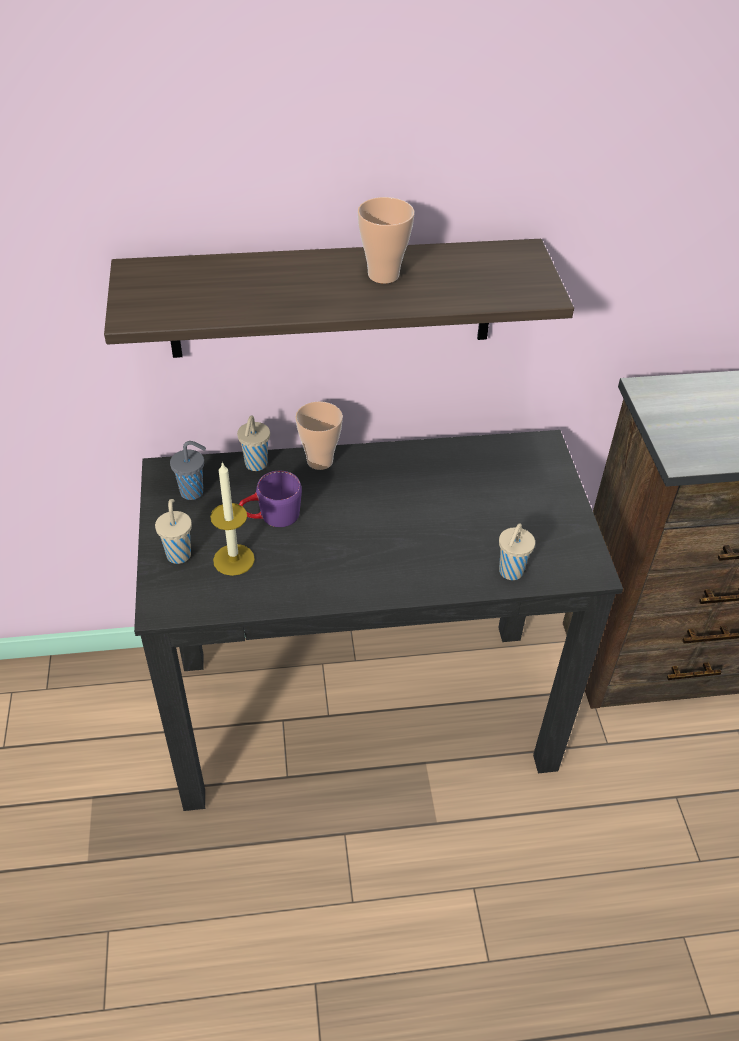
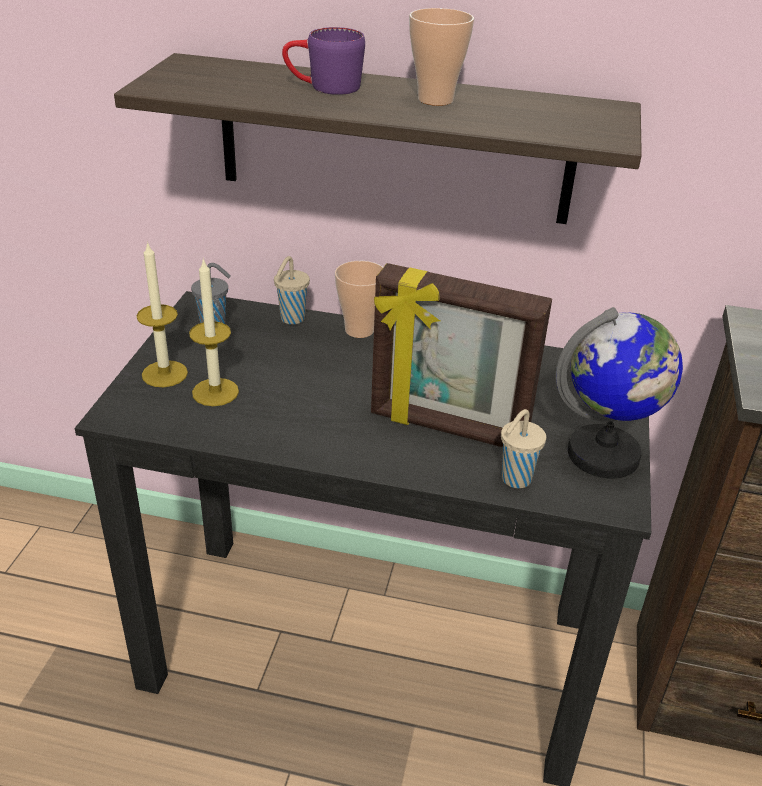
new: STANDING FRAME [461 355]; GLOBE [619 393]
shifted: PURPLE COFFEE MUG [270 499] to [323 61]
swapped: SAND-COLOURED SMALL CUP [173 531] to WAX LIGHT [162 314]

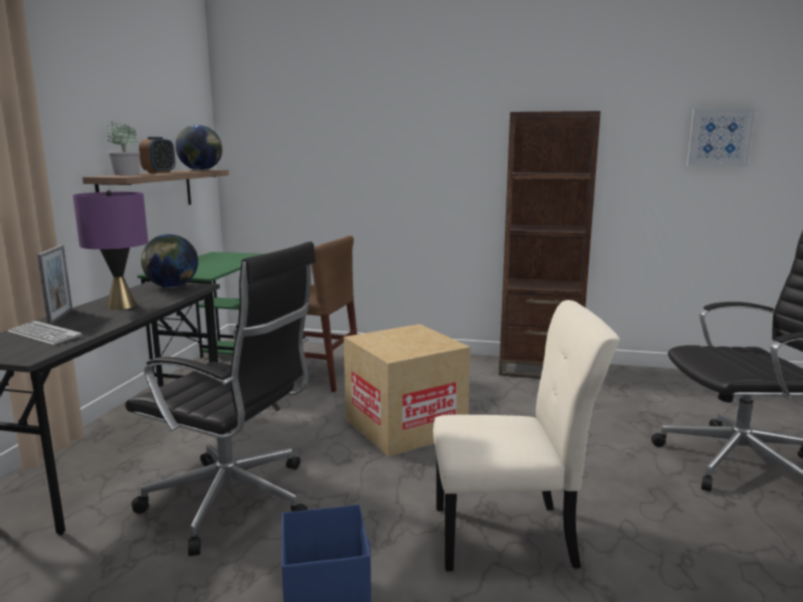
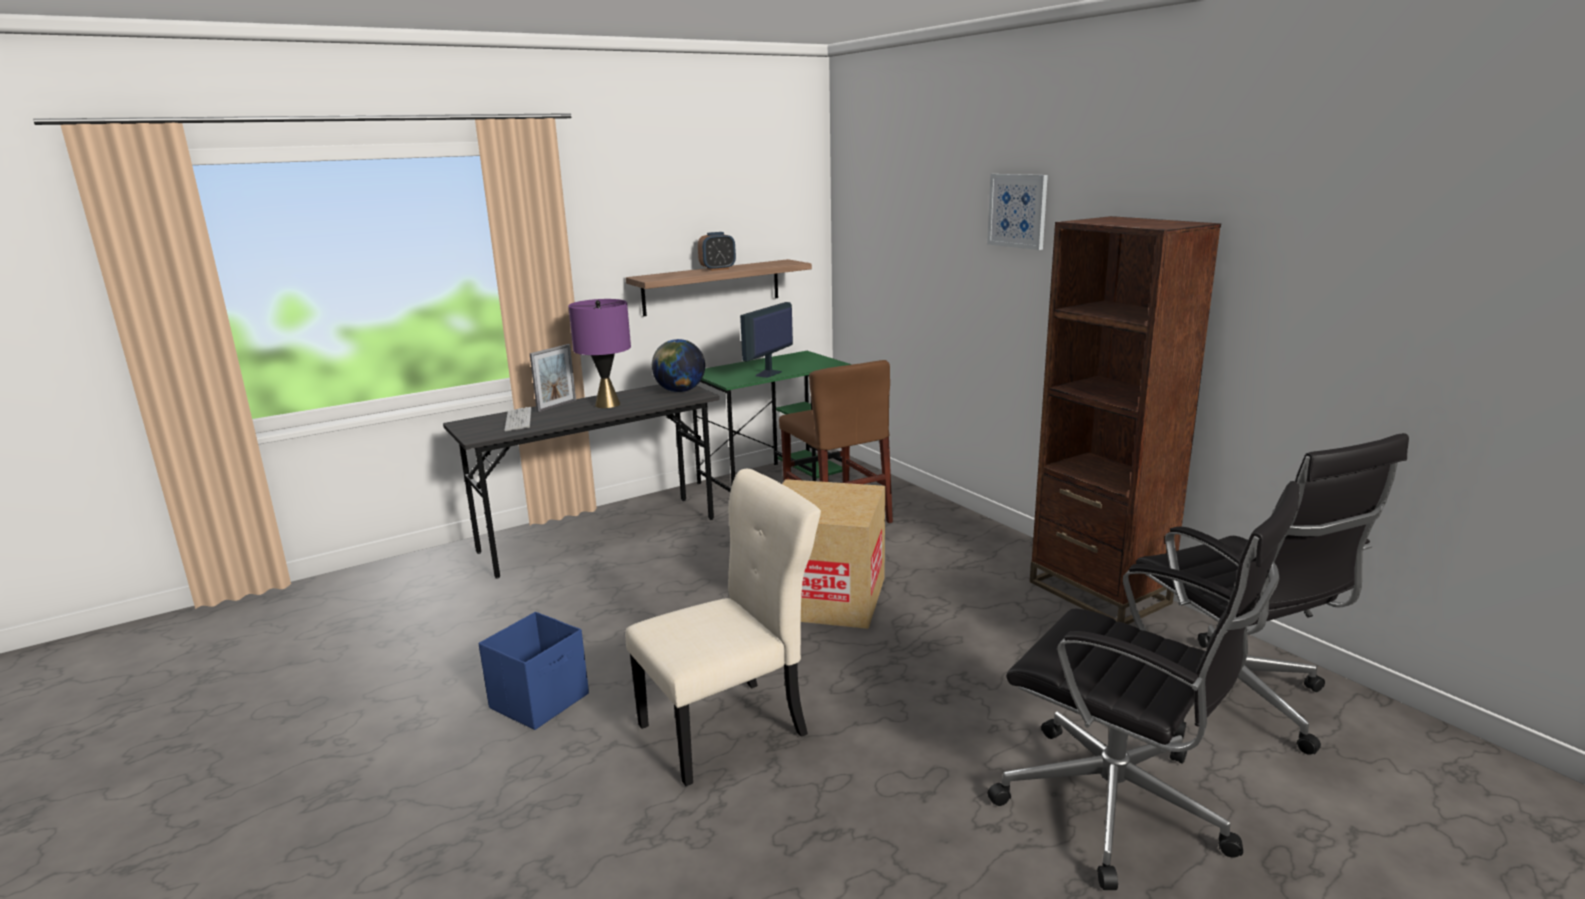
gone: POTTED PLANT [123 148]; GLOBE [198 148]
new: COMPUTER DISPLAY [766 340]
shifted: PICTURE [721 137] to [1017 212]; BLACK DESK CHAIR [220 398] to [1272 594]
rotated: SAND-COLOURED PLAIN CHAIR [526 435] = [723 627] 75 degrees counterclockwise

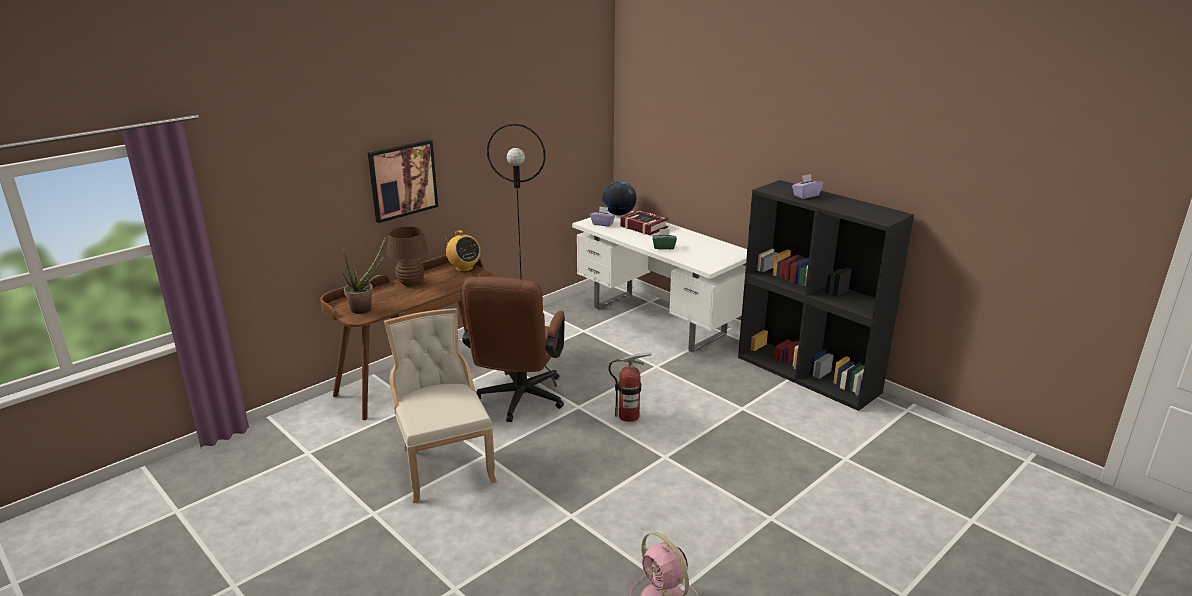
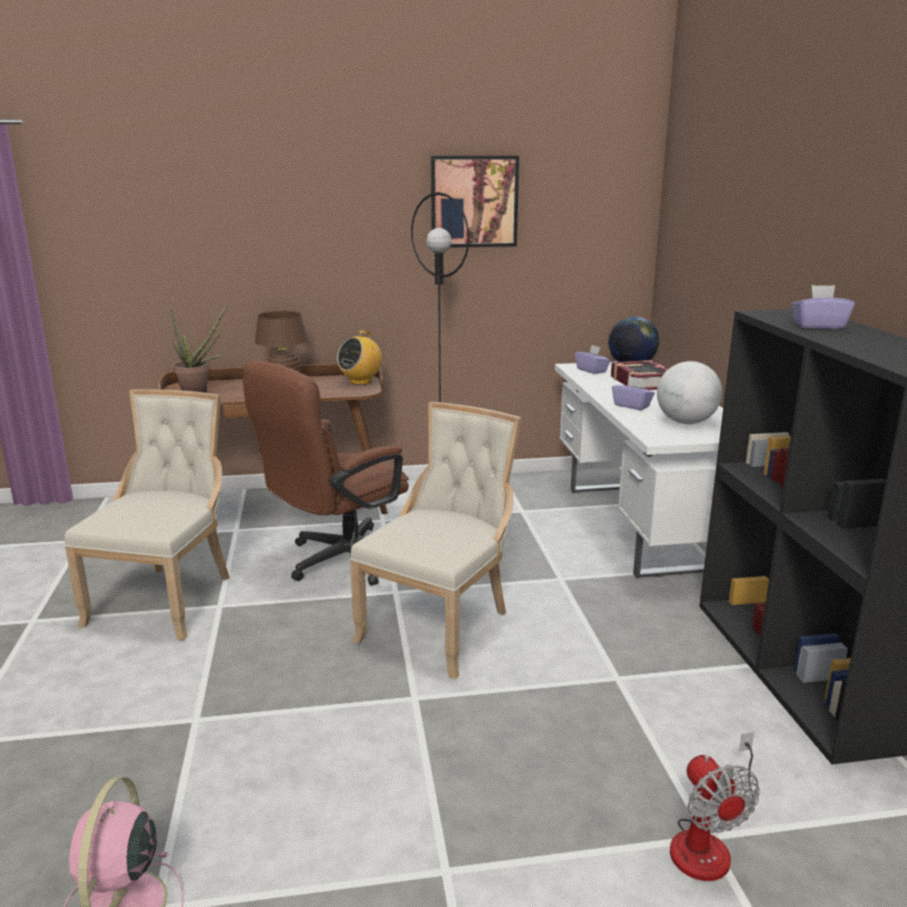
new: GLOBE [689 392]; FAN [715 806]
shifted: PICTURE [403 181] to [475 202]
swapped: EXTINGUISHER [630 387] to SAND-COLOURED PLAIN CHAIR [436 540]
repainted: GREENISH TISSUE HOLDER [664 239] to PURPLE TISSUE HOLDER [633 393]
rotated: RADIO RECEIVER [463 251] = [359 358] 45 degrees clockwise

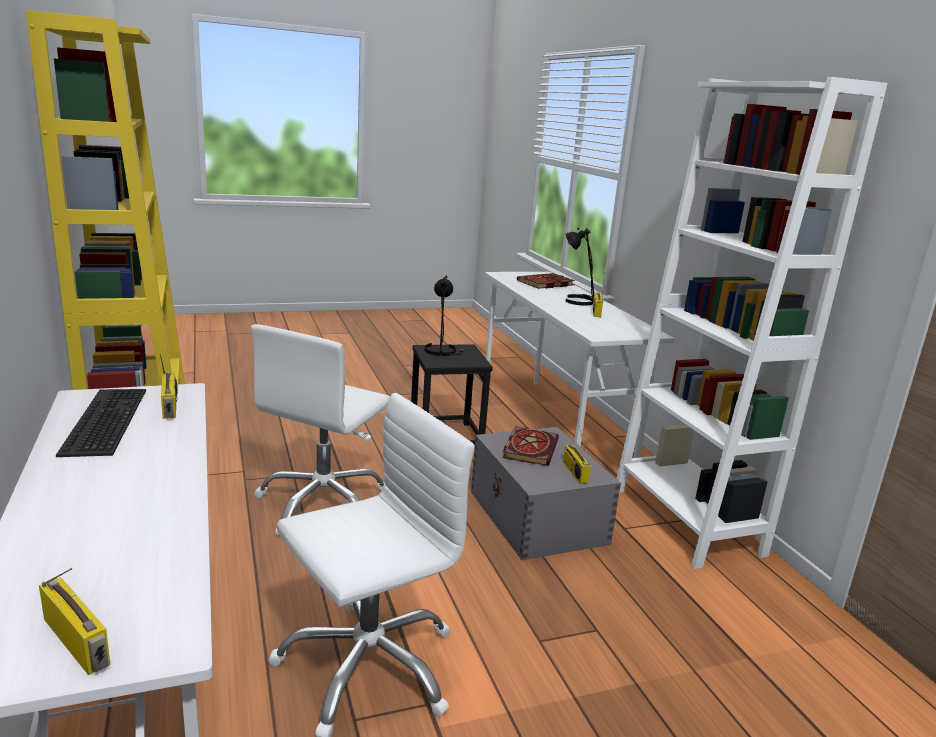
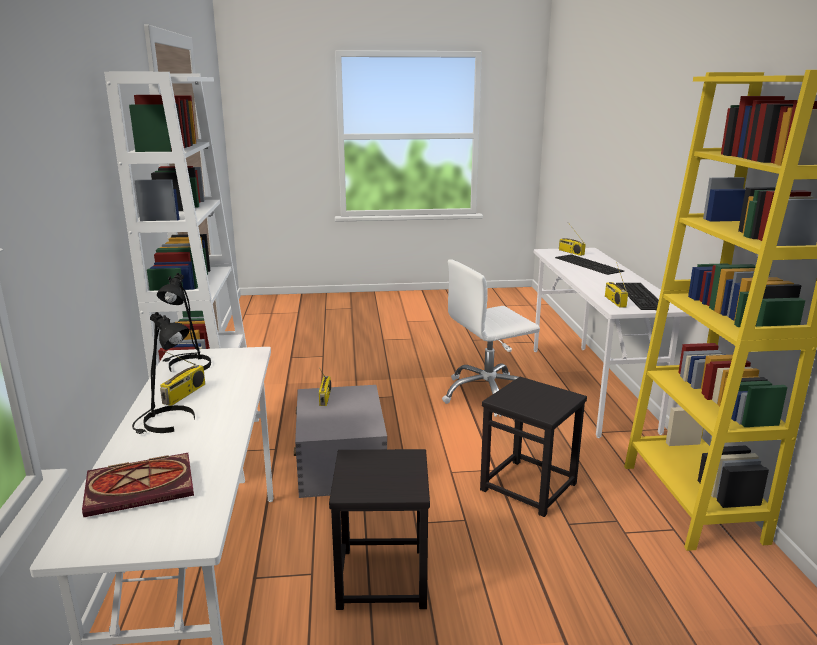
gone: BOOK [531 446]
new: COMPUTER KEYBOARD [589 264]
shifted: BLACK LAMP FOR A TABLE [444 315] to [184 322]
swapped: WHITE-COLOURED DESK CHAIR [320 430] to BLACK STOOL SEAT [533 447]

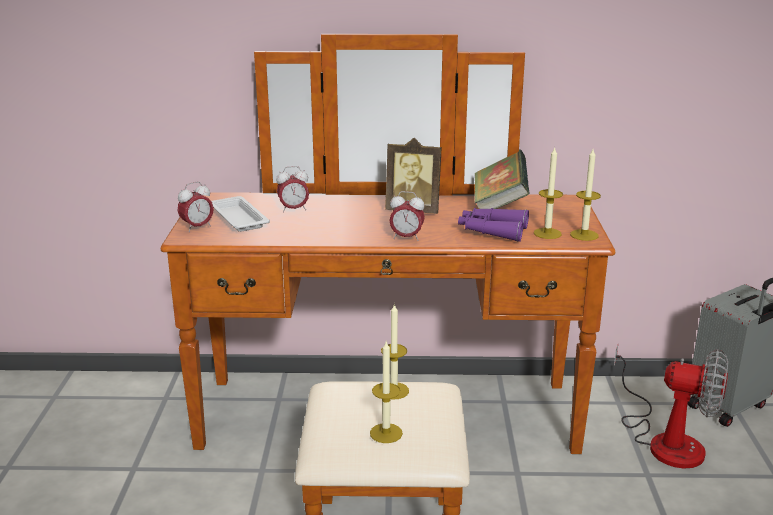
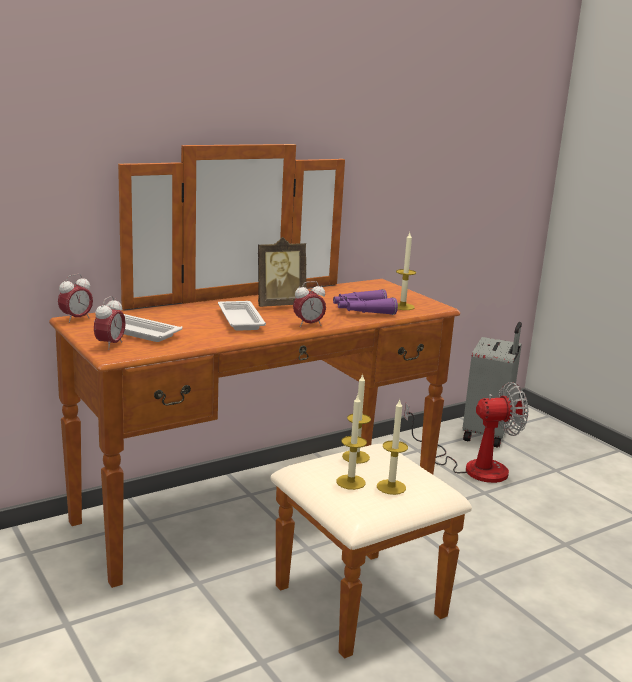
gone: BOOK [502 179]
new: WHITE-COLOURED SERVING TRAY [242 316]
shifted: BEDSIDE CLOCK [292 189] to [75 298]; WAX LIGHT [585 195] to [351 442]

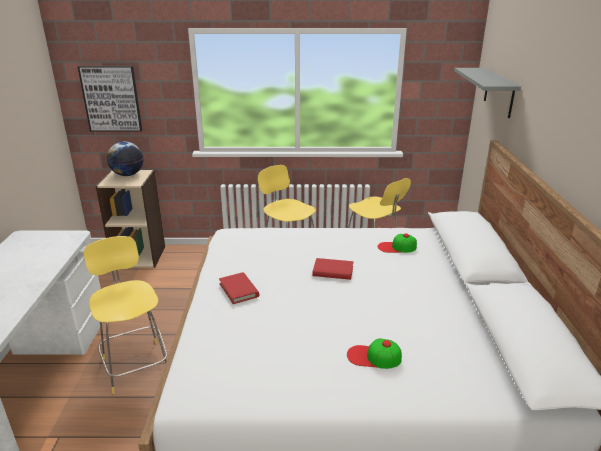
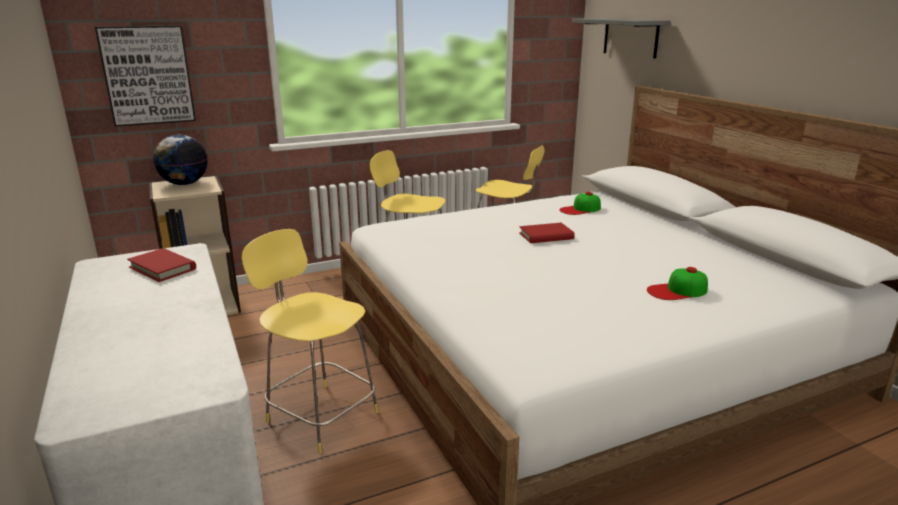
shifted: RED-COLOURED BOOK [239 288] to [161 265]

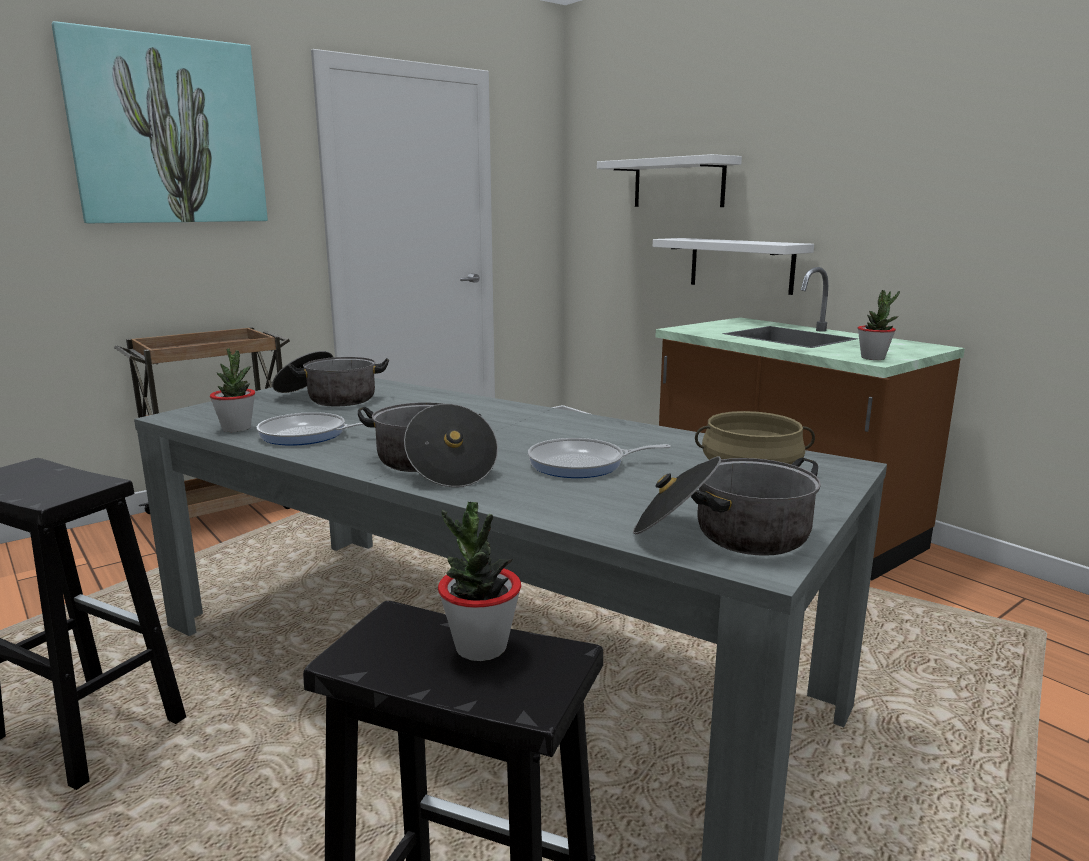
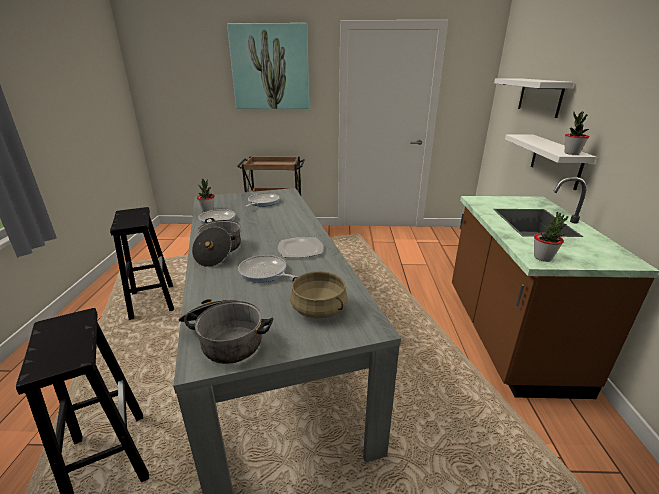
new: PLATE [300 247]
shifted: POTTED PLANT [479 581] to [577 133]
swapped: SAUCEPOT [330 378] to PAN [262 200]

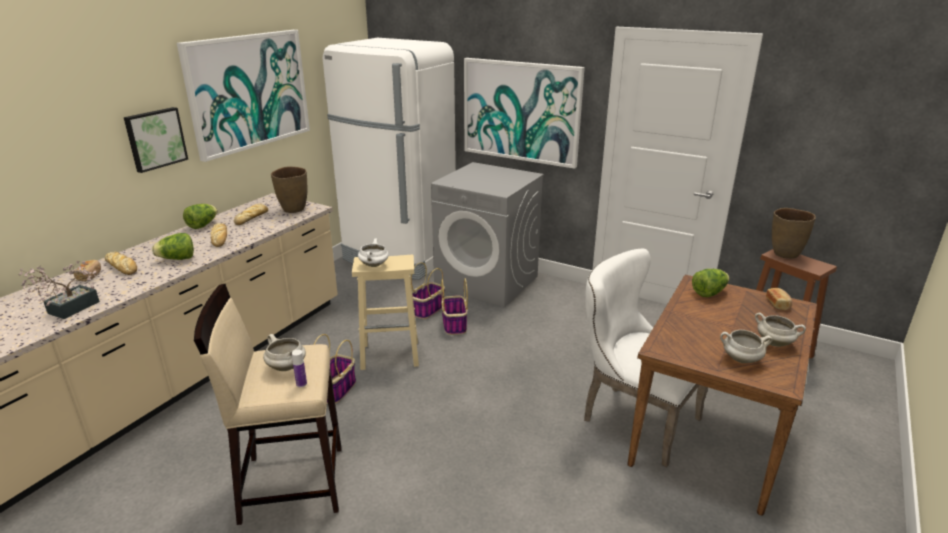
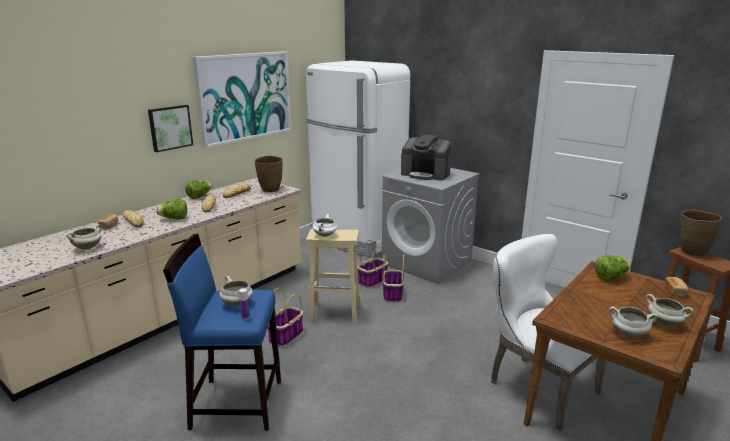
gone: PICTURE [524 113]
new: COFFEE BREWER [426 157]
swapped: POTTED PLANT [59 290] to WHITE-COLOURED SAUCEPOT [84 237]
repainted: SAND-COLOURED STOOL SEAT [268 404] to BLUE STOOL SEAT [222 332]

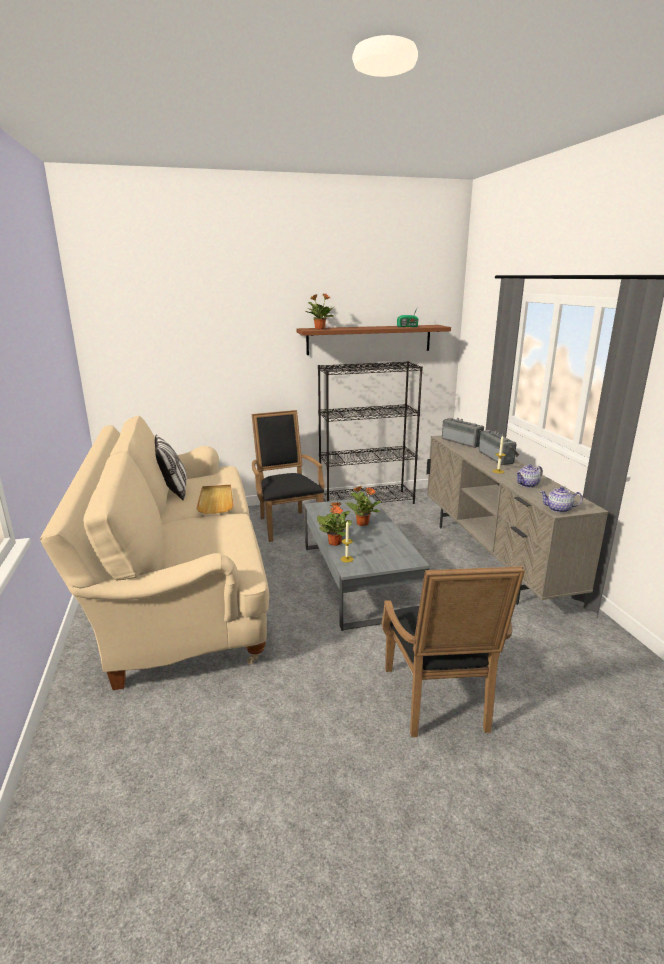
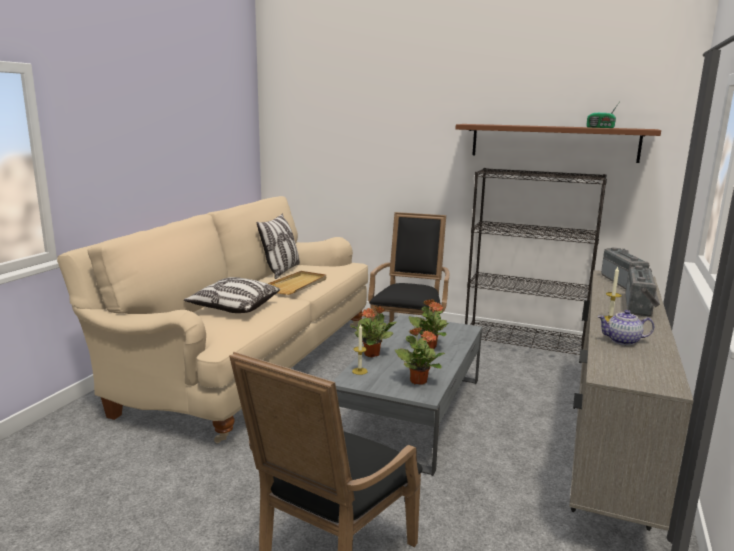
gone: TEAPOT [561 500]
new: PILLOW [232 295]
shifted: POTTED PLANT [319 311] to [420 355]

